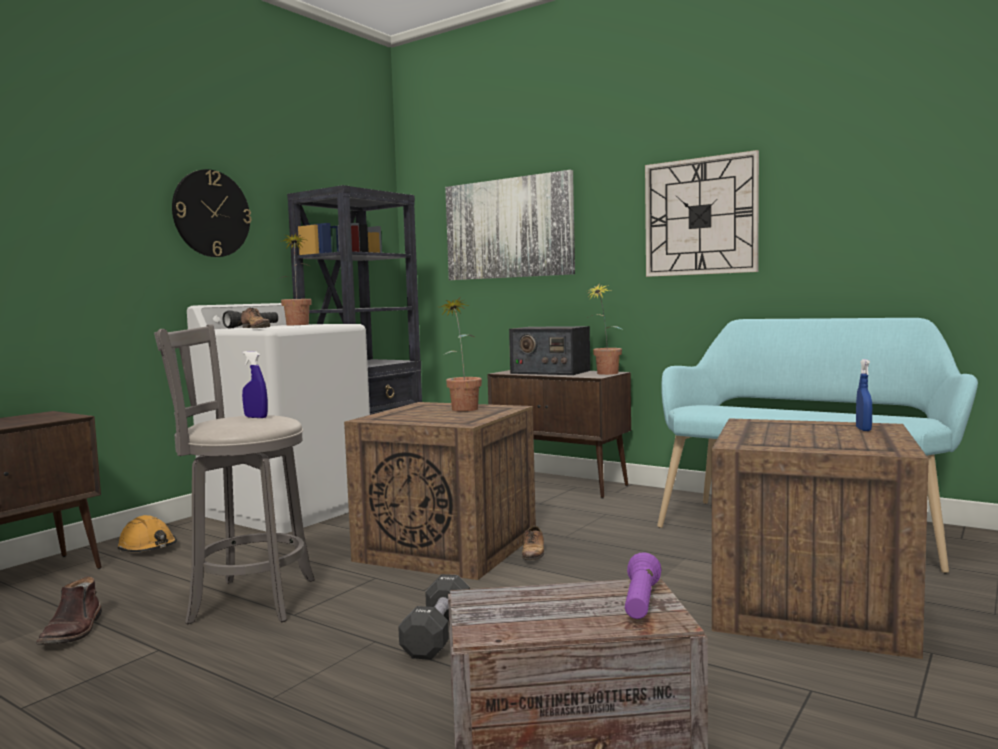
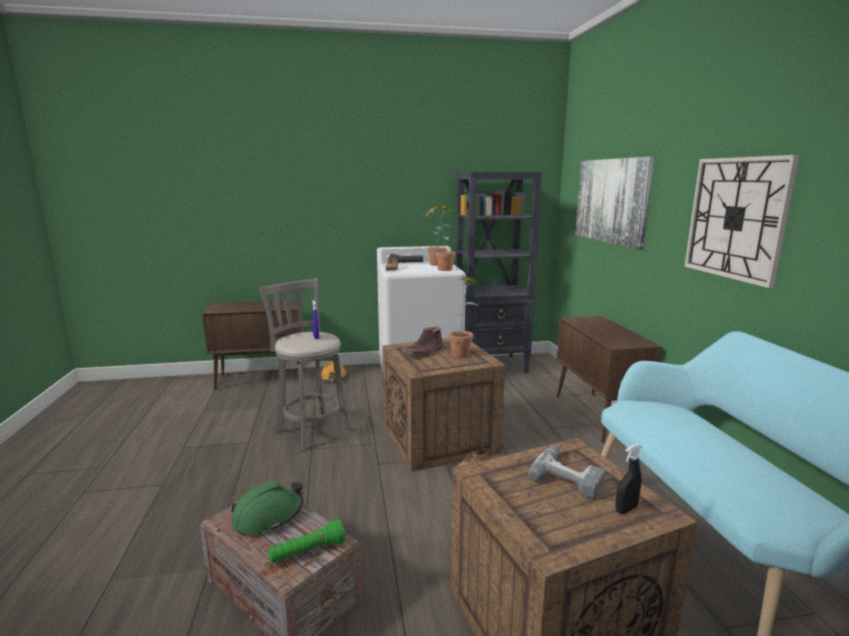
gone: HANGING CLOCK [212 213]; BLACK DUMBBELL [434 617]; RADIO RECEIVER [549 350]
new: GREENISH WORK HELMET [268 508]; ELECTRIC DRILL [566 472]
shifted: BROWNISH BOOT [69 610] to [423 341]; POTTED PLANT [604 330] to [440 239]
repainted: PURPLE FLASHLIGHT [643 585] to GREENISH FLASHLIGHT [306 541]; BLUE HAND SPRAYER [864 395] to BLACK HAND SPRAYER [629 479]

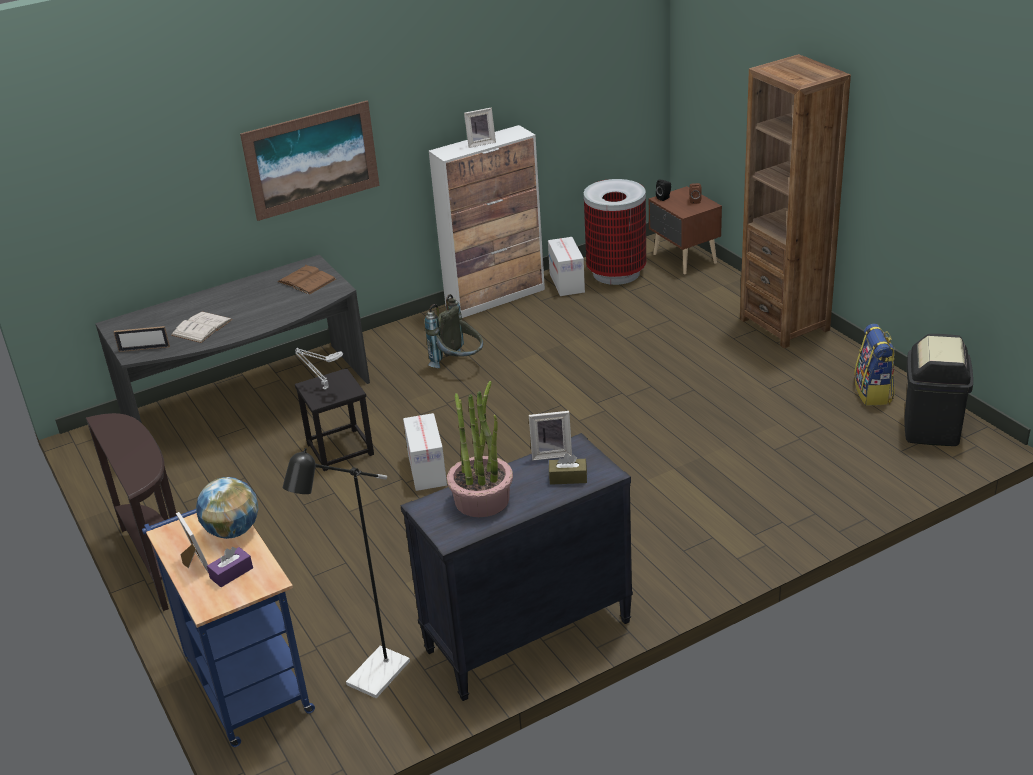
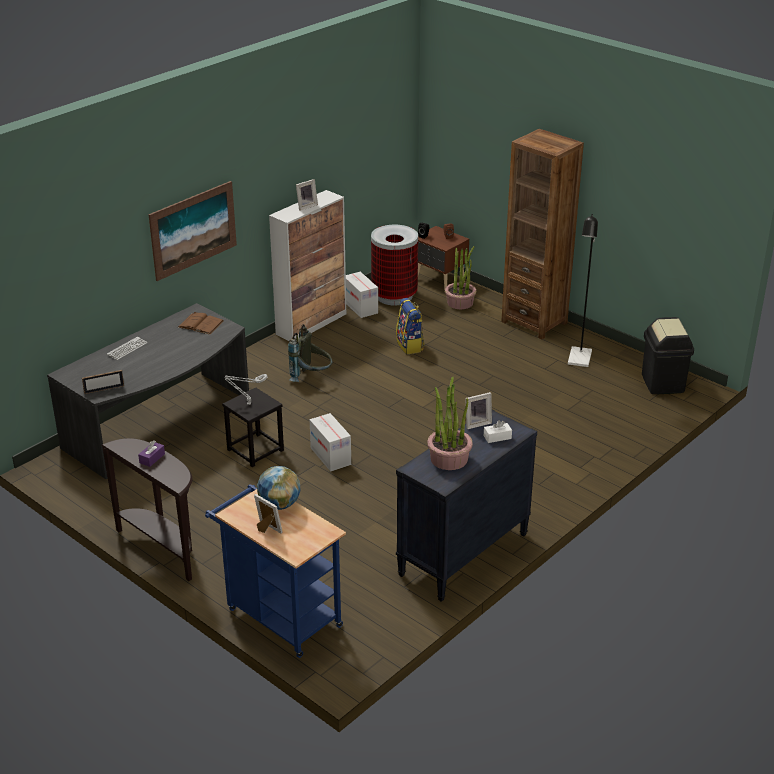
gone: WHITE-COLOURED BOOK [202 327]
new: COMPUTER KEYBOARD [127 348]; POTTED PLANT [460 277]
shifted: PURPLE TISSUE HOLDER [230 567] to [151 453]; BACKPACK [874 365] to [410 326]; BLACK FLOOR LAMP [346 573] to [583 290]
repainted: BROWNISH TISSUE HOLDER [568 469] to WHITE-COLOURED TISSUE HOLDER [498 431]

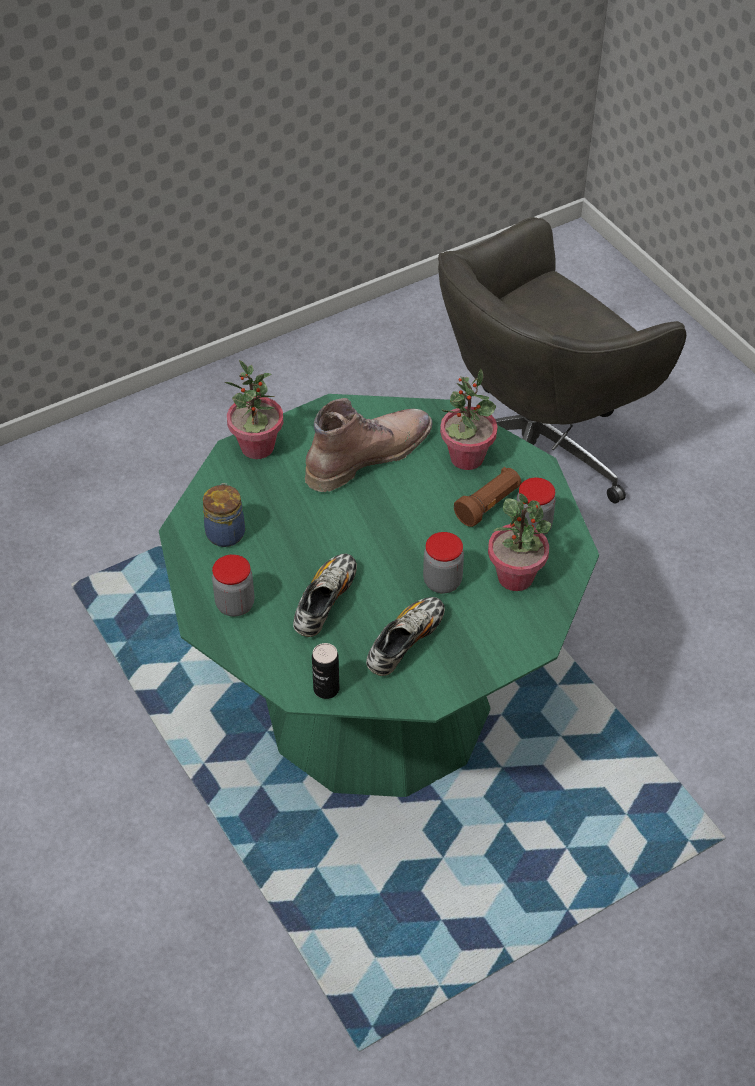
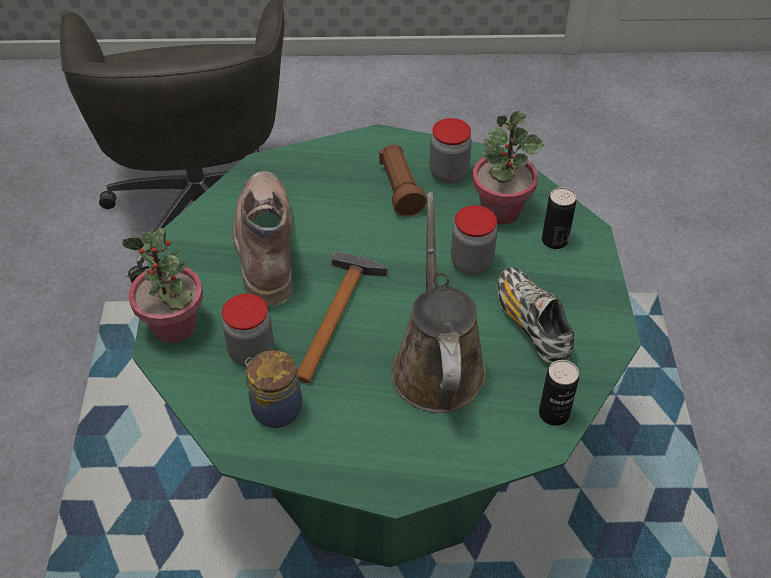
gone: POTTED PLANT [469 419]
new: HAND HAMMER [342 317]; METAL CAN [559 218]
shifted: STORAGE JAR [233 585] to [248 330]
swapped: SHOE [325 595] to BROWNISH SPRINKLING CAN [438 302]

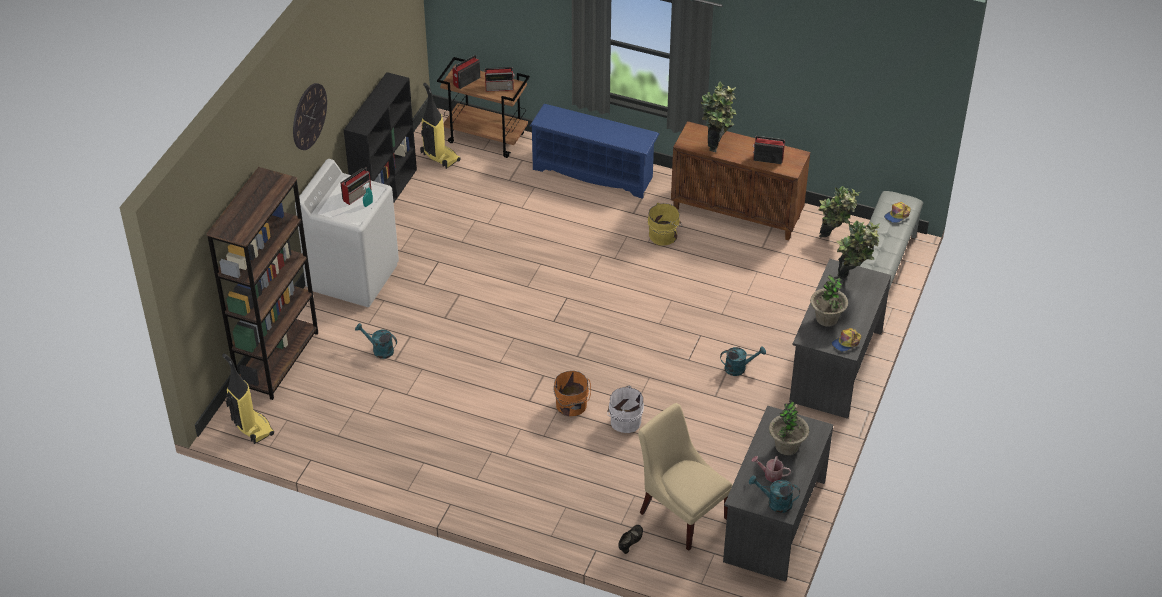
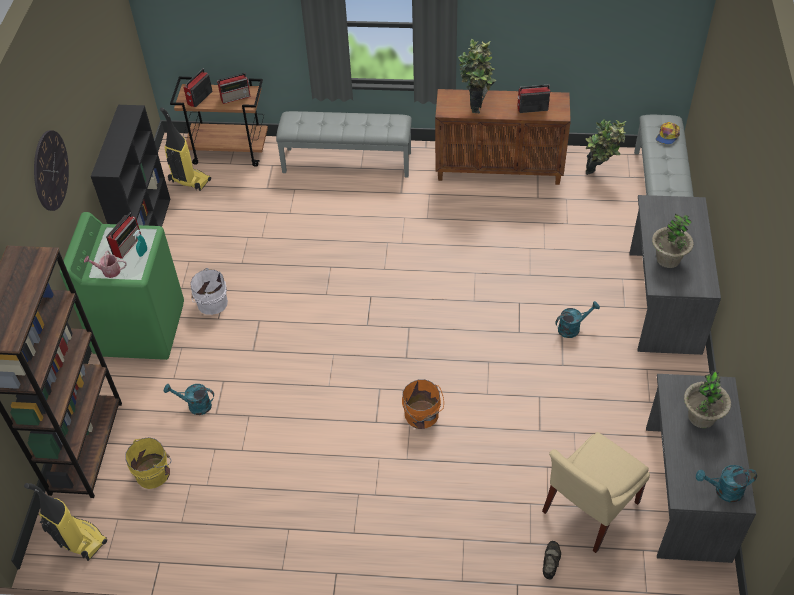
gone: PEAKED CAP [846 340]; POTTED PLANT [858 250]
shifted: SPRINKLING CAN [771 469] to [105 264]; YELLOW BUCKET [665 224] to [148 463]; WHITE-COLOURED BUCKET [625 409] to [209 291]
swapped: BLUE SHOE STAND [594 151] to GRAY INDOOR BENCH [344 144]
repainted: WHITE-COLOURED LAUNDRY APPLIANCE [347 233] to GREENISH LAUNDRY APPLIANCE [122 286]
rotated: SAND-COLOURED PLAIN CHAIR [685 477] = [596 492] 75 degrees counterclockwise

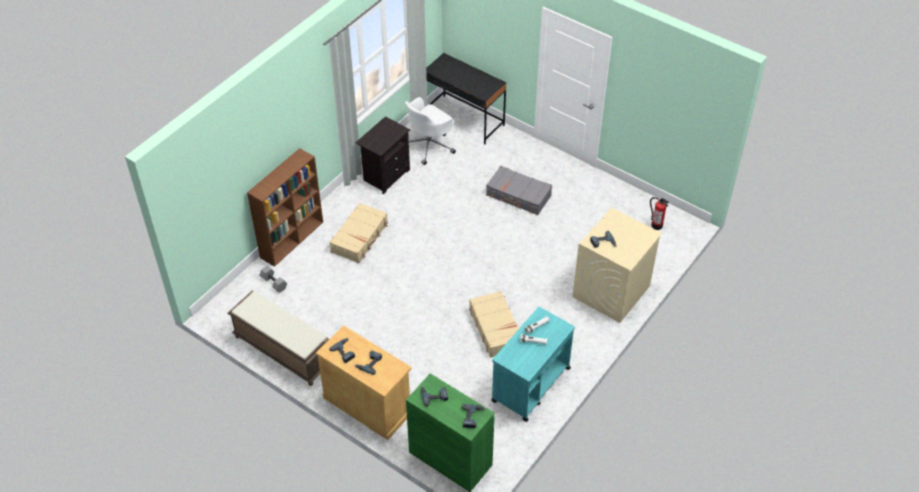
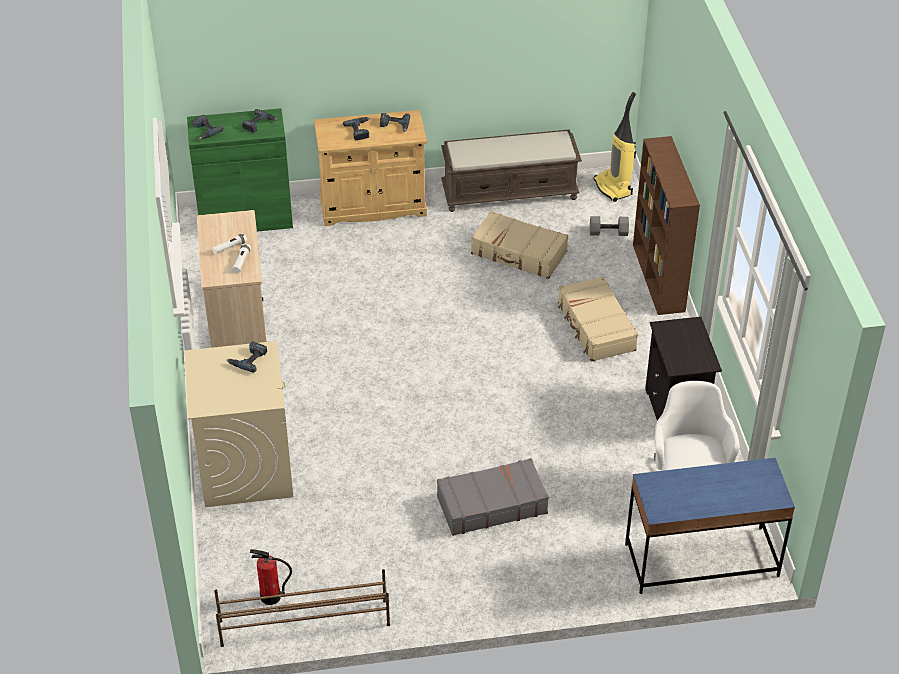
new: BROWNISH SHOE STAND [302 608]; HOOVER [614 147]
shifted: SAND-COLOURED PIECE OF LUGGAGE [494 324] to [519 245]
repainted: BLUE-GREEN WHEELED CART [533 364] to SAND-COLOURED WHEELED CART [231 279]; BLACK DESK TABLE [466 98] to BLUE DESK TABLE [710 526]

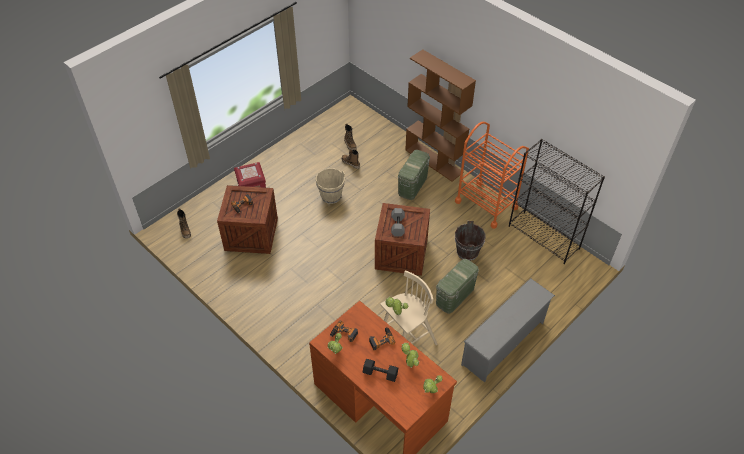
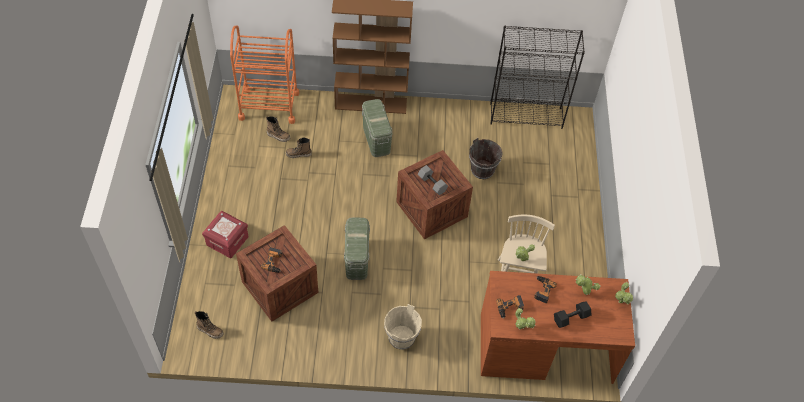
gone: GRAY SHOE STAND [508 330]
shifted: ORANGEY WHEELED CART [492 175] to [264 75]; GREENISH STORAGE BIN [457 286] to [357 249]; SAND-COLOURED BUCKET [330 186] to [403 327]

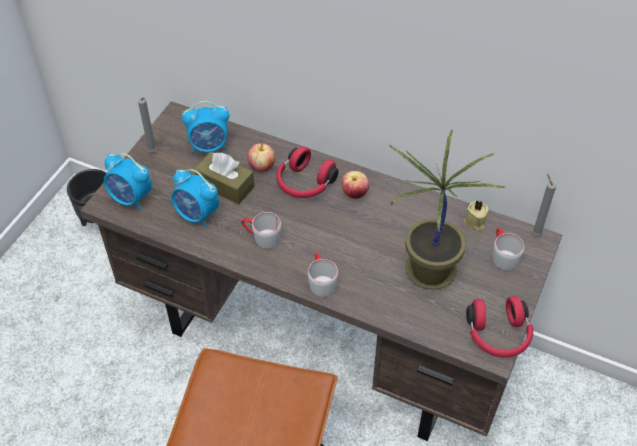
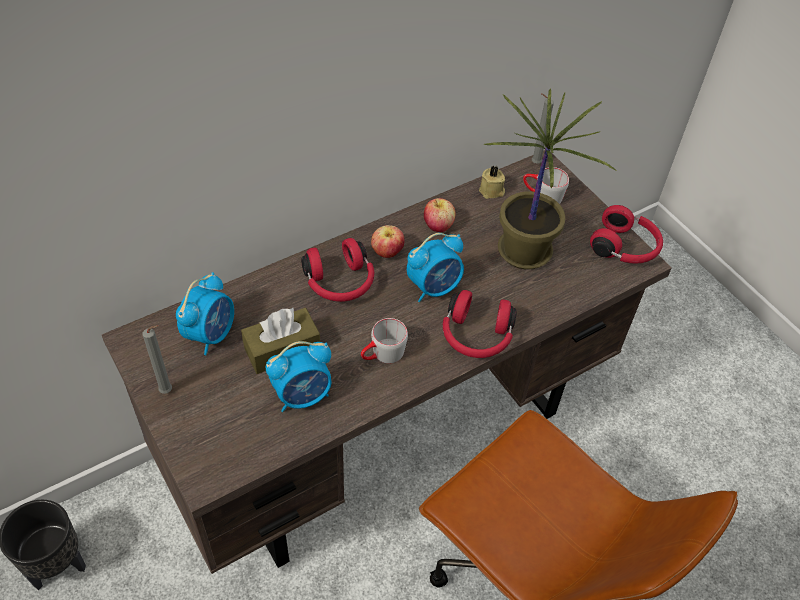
shifted: BEDSIDE CLOCK [128 181] to [435 267]; APPLE [261 157] to [439 215]
swapped: GRAY COFFEE MUG [323 275] to RED-COLOURED HEADSET [480 324]

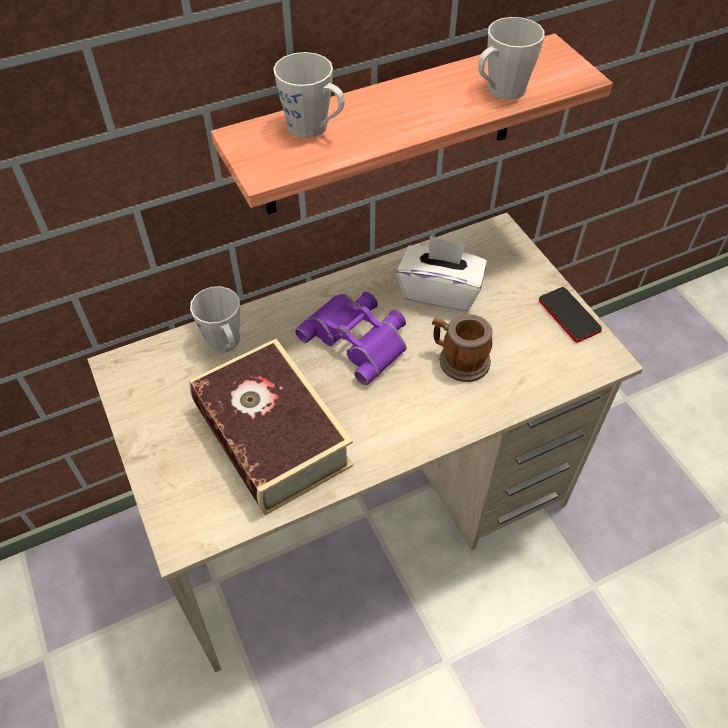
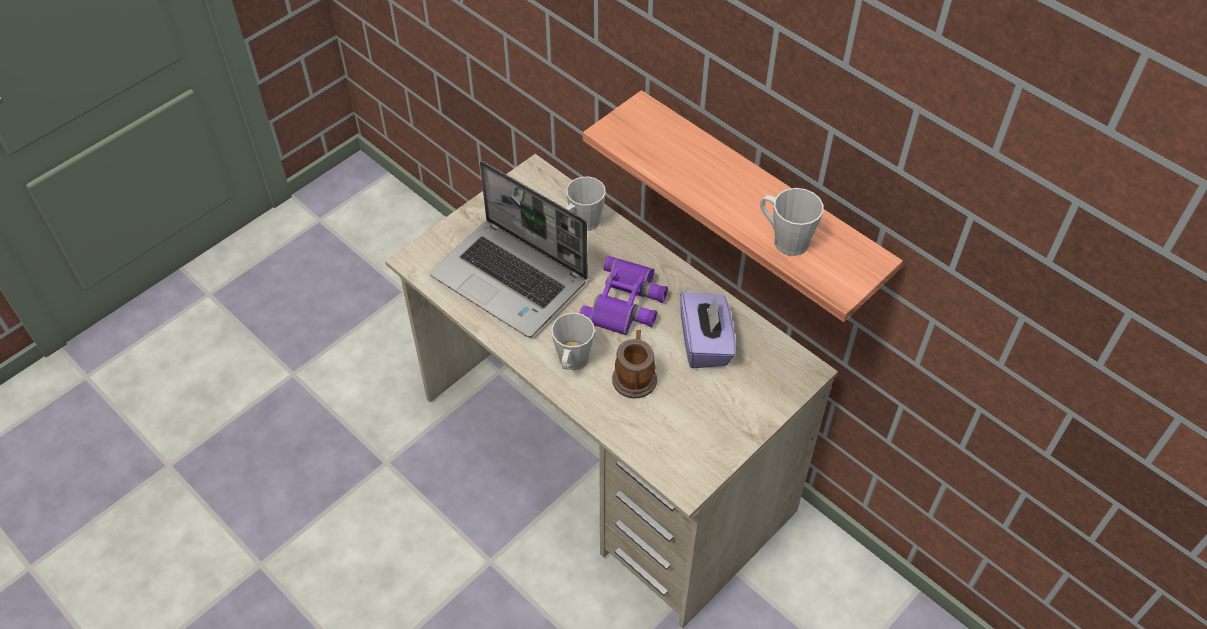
gone: PHONE [570 315]
shifted: GRAY COFFEE MUG [309 95] to [573 341]
swapped: BOOK [271 427] to LAPTOP [509 249]
repainted: WHITE-COLOURED TISSUE HOLDER [442 273] to PURPLE TISSUE HOLDER [708 329]

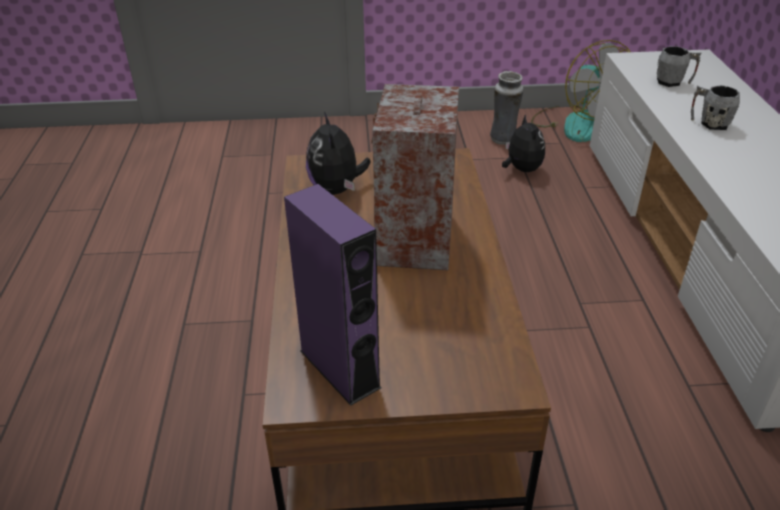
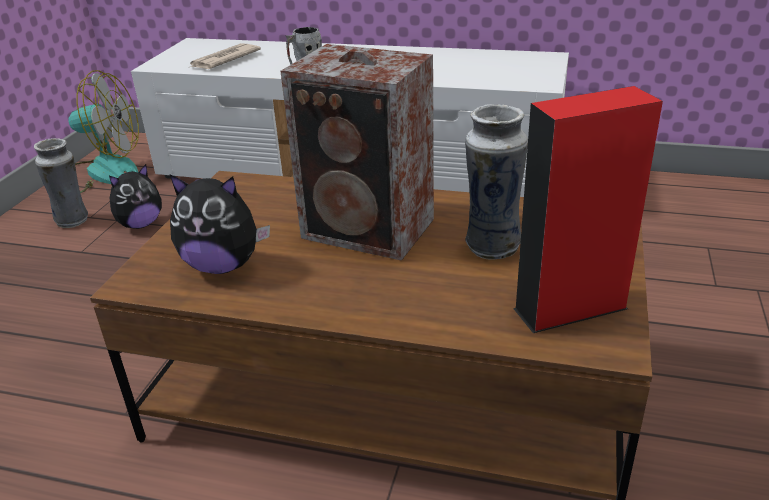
new: VASE [496 181]
swapped: GRAY COFFEE MUG [678 66] to NEWSPAPER [224 56]
repainted: PURPLE LOUDSPEAKER [332 295] to RED-COLOURED LOUDSPEAKER [588 209]
rotated: PLUSH TOY [523 143] = [135 196] 135 degrees clockwise

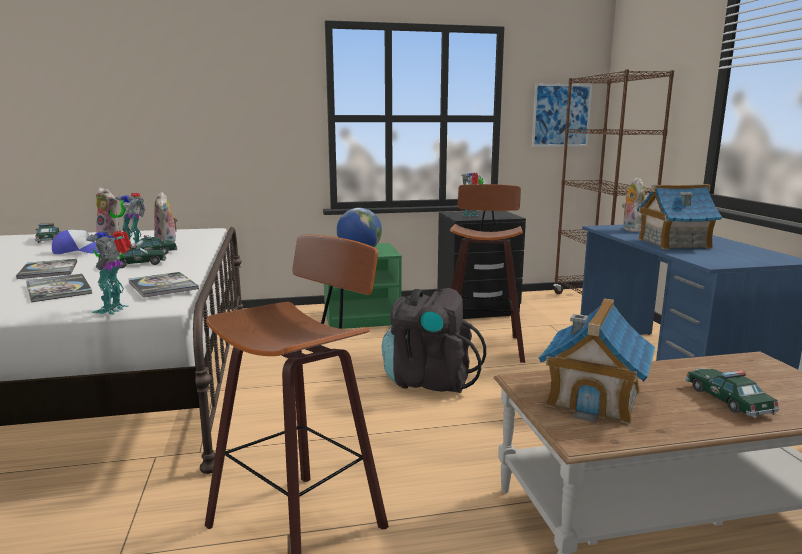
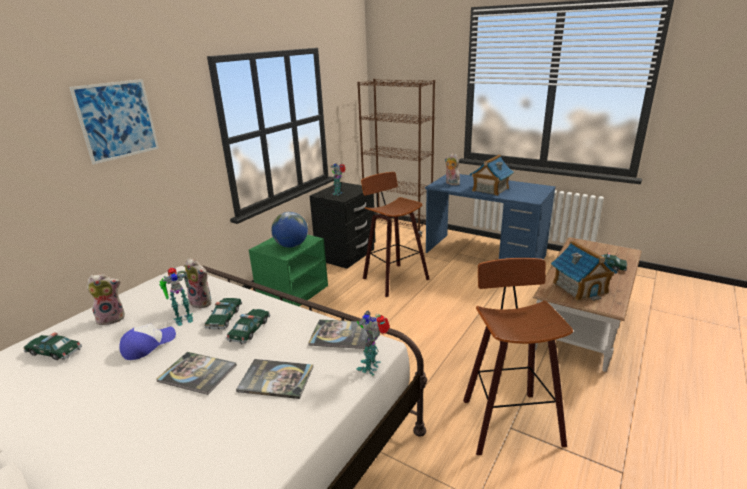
gone: BLACK BACKPACK [434 340]
shifted: PICTURE [562 115] to [114 122]
rotated: ROBOT FIGURE [108 272] = [373 343] 60 degrees clockwise

